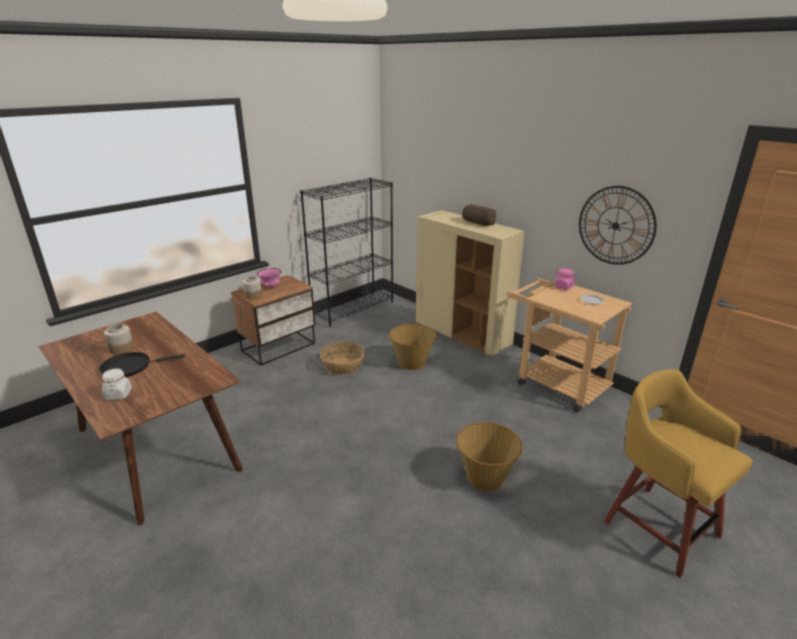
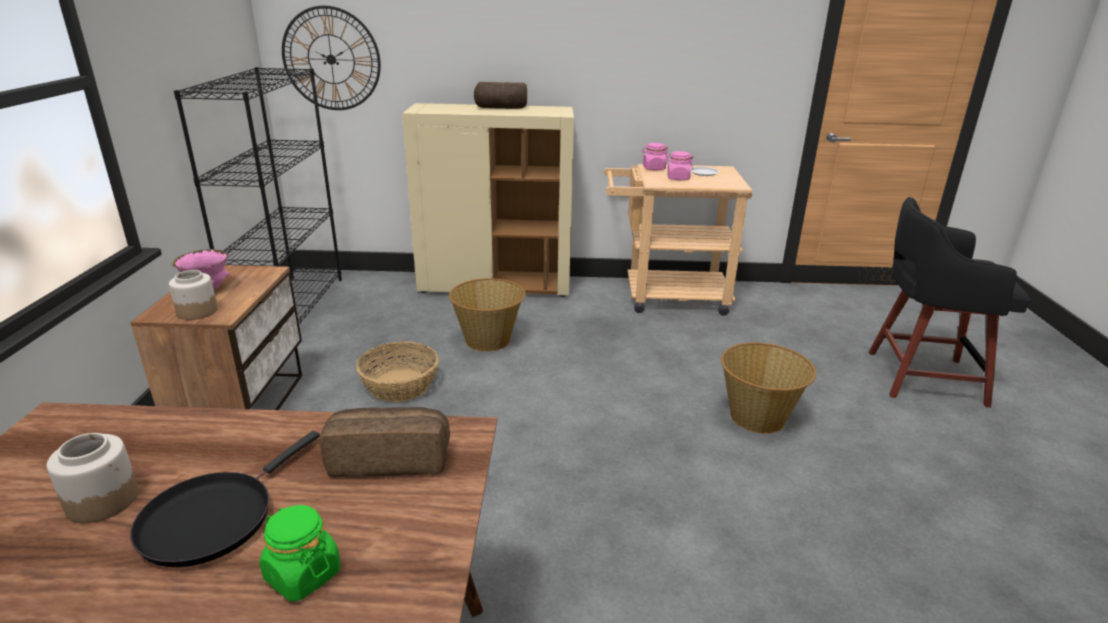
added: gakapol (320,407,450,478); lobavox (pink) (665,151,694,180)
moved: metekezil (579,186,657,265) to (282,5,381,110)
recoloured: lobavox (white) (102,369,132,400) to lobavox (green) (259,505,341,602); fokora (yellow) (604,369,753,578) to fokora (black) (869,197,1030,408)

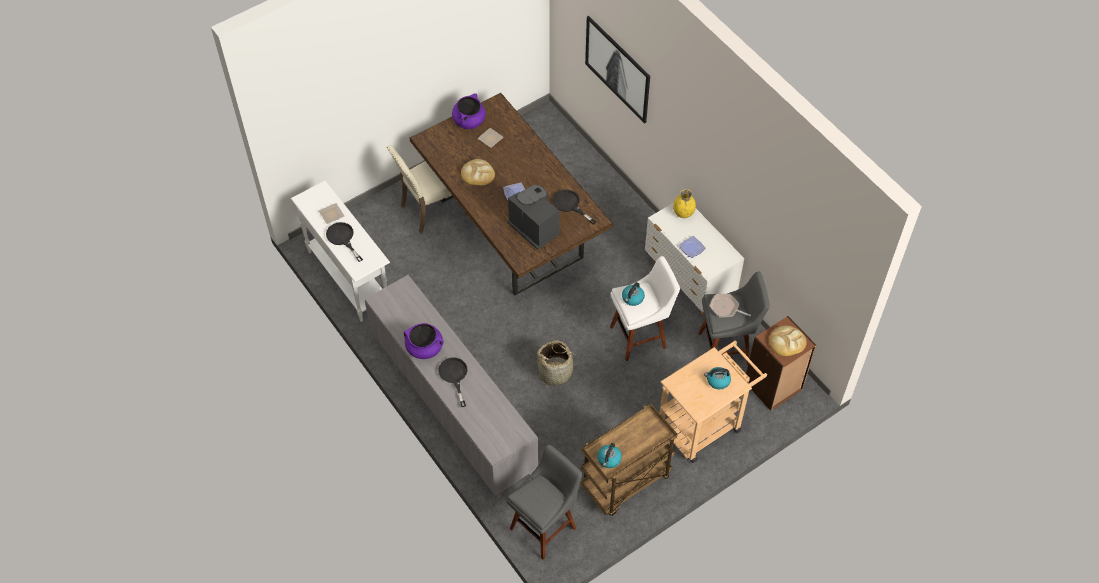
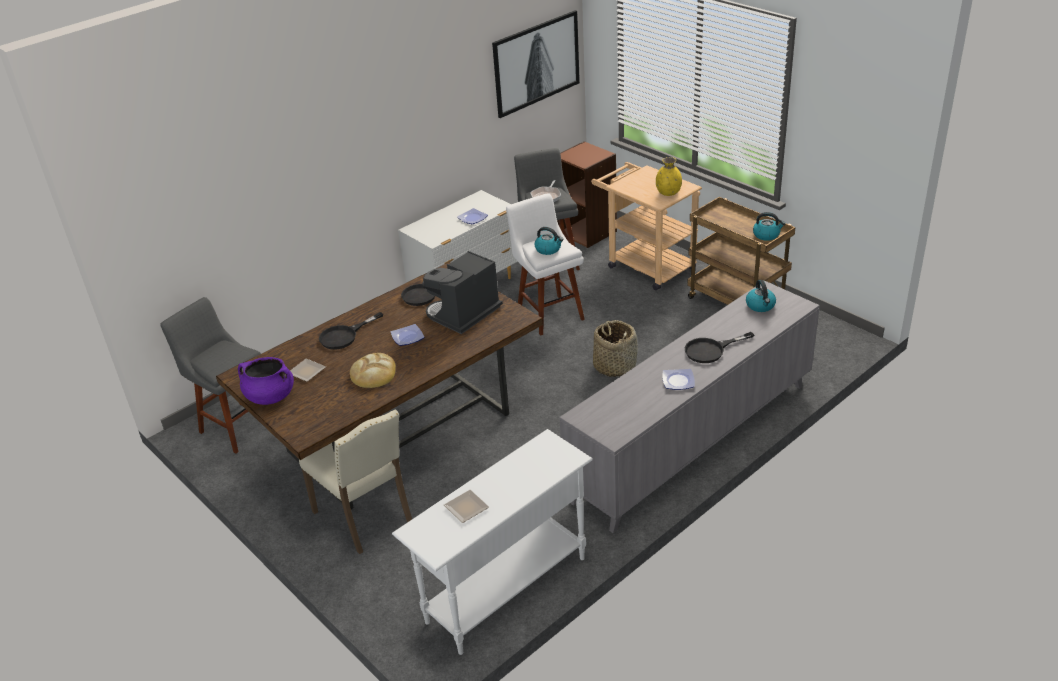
removed: gakapol (769,325,807,356)
moved: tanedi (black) (326,222,363,262) to (319,312,383,350); fokora (grey) (506,445,582,560) to (160,297,261,454); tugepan (585,16,650,124) to (492,10,580,118); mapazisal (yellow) (673,189,696,218) to (656,157,682,196); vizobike (704,367,731,390) to (746,280,776,312)
replaced: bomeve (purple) (404,323,444,359) to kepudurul (662,369,695,390)

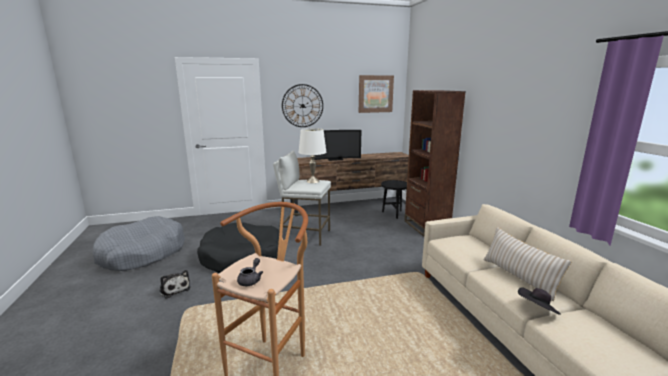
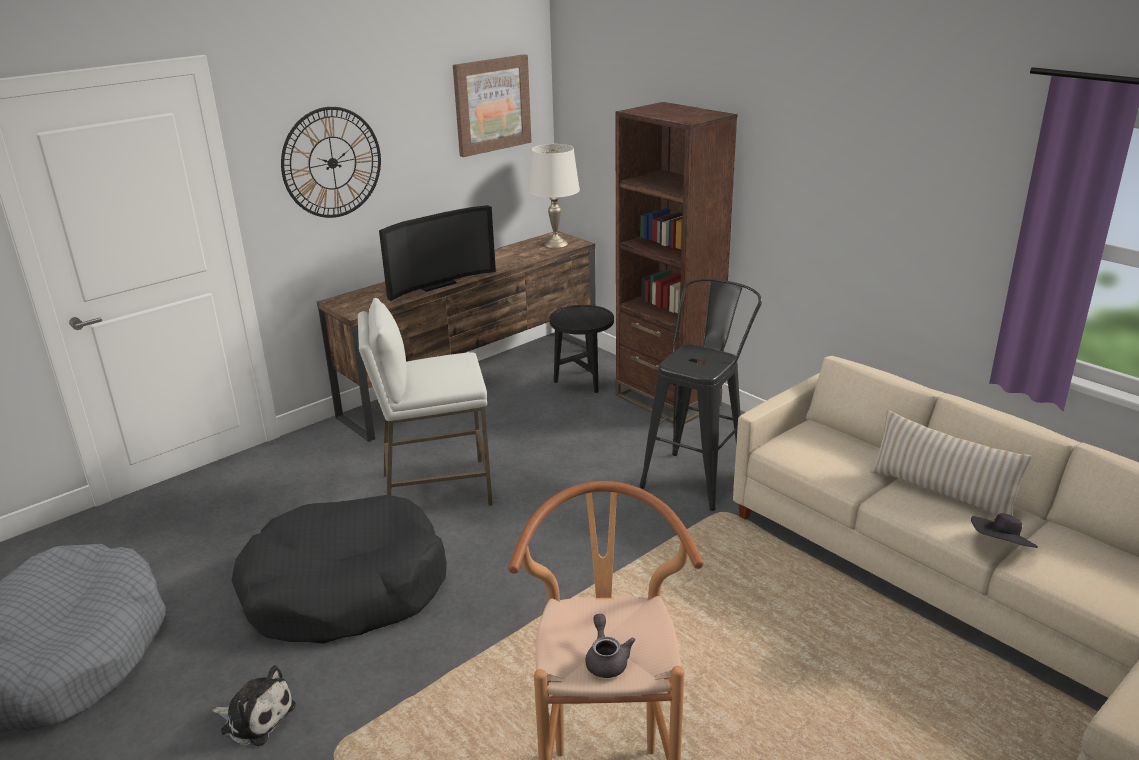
added: fokora (black) (639,279,762,511)
moved: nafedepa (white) (298,128,327,183) to (528,144,580,248)

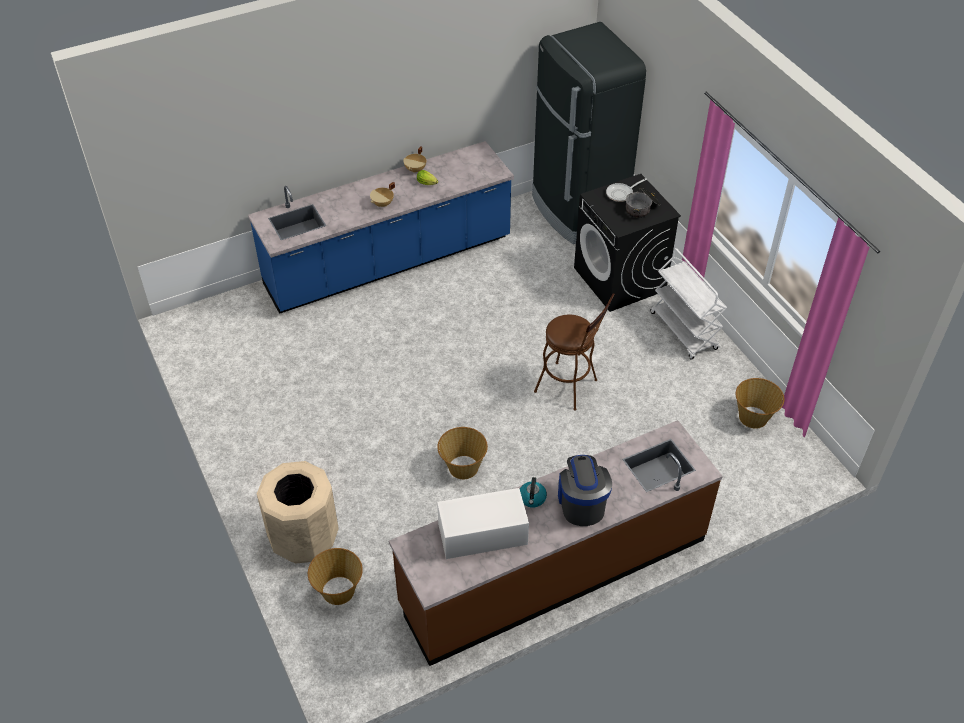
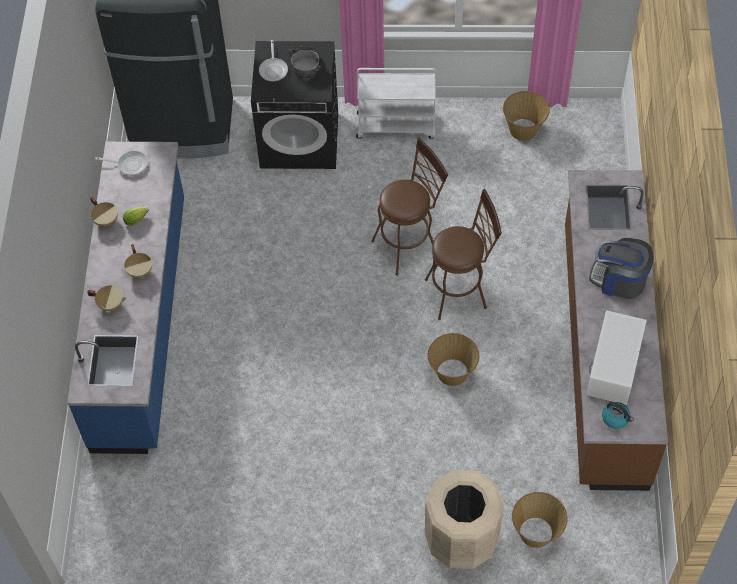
added: bomeve (beige) (87,285,126,311); tanedi (95,151,148,176); fokora (brown) (425,189,502,320)
moved: vizobike (520,477,547,508) to (602,402,634,429)

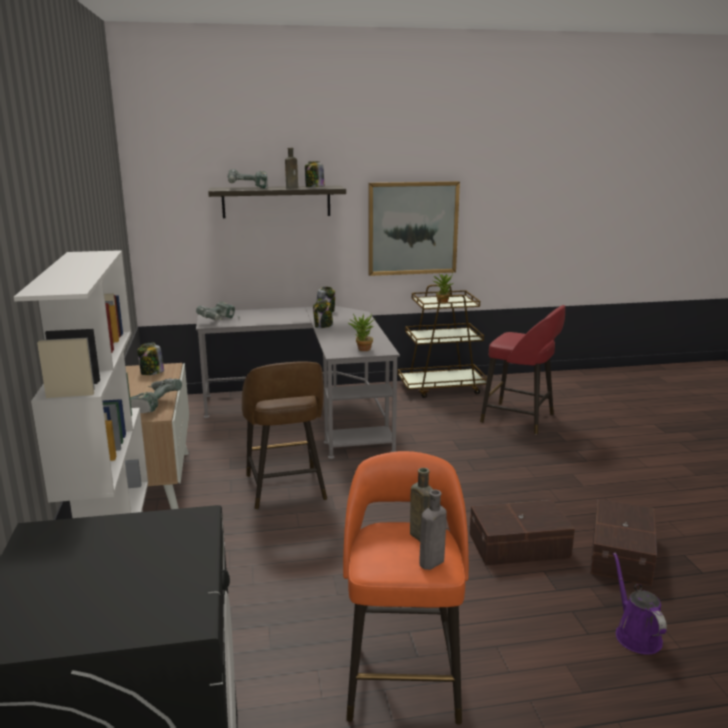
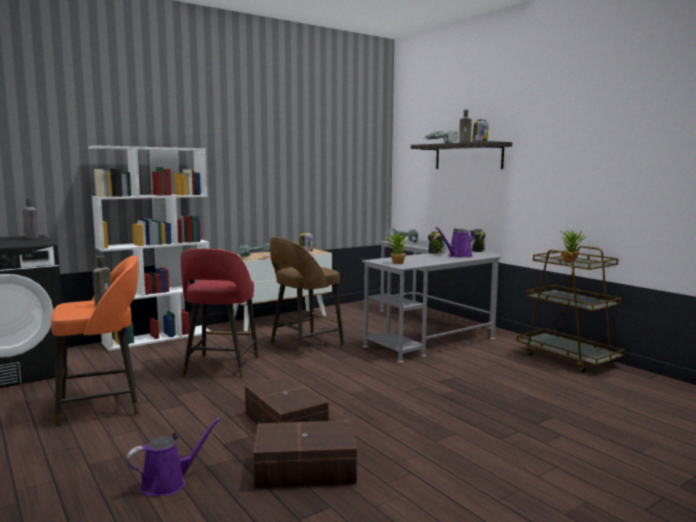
removed: tugepan (368,181,460,276)
added: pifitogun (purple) (435,227,475,258)
moved: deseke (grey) (419,490,447,570) to (22,198,39,239); fokora (red) (480,305,565,434) to (181,248,258,378)

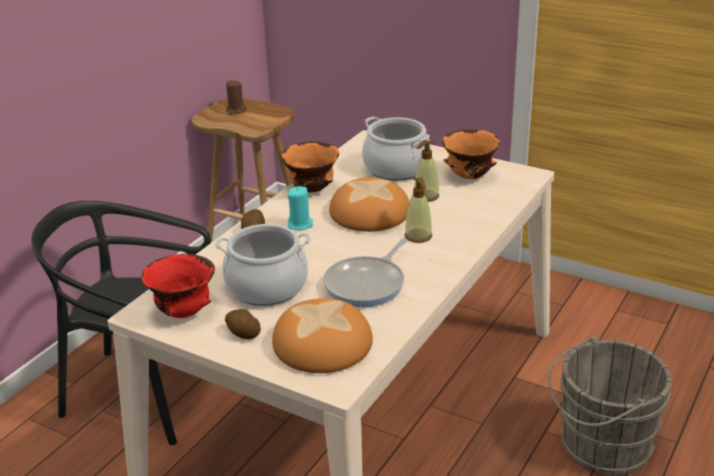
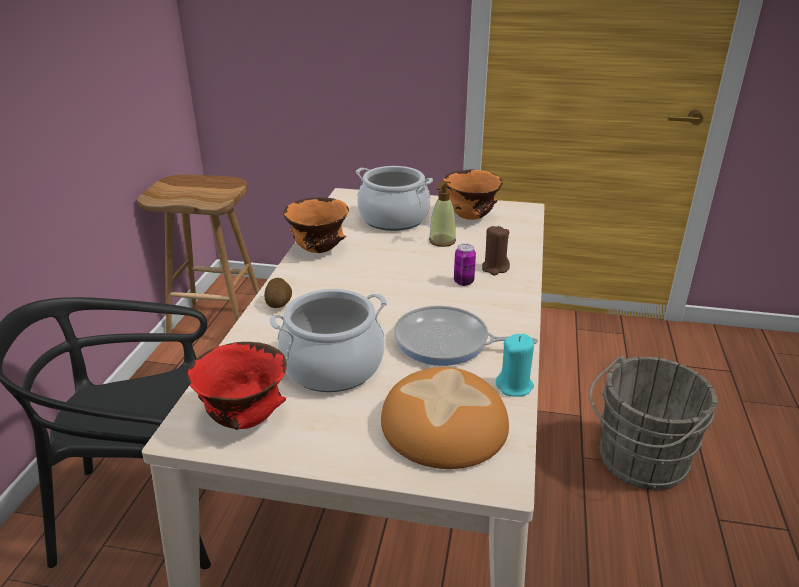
removed: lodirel (225,309,261,339); gakapol (329,177,409,232)
moved: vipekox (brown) (226,80,246,114) to (482,226,510,275); vipekox (turquoise) (287,186,313,230) to (496,334,534,397)
replaced: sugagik (404,177,432,243) to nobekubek (454,244,476,286)
turned: tanedi (323,238,408,307) = (394,306,538,366) 90 degrees clockwise

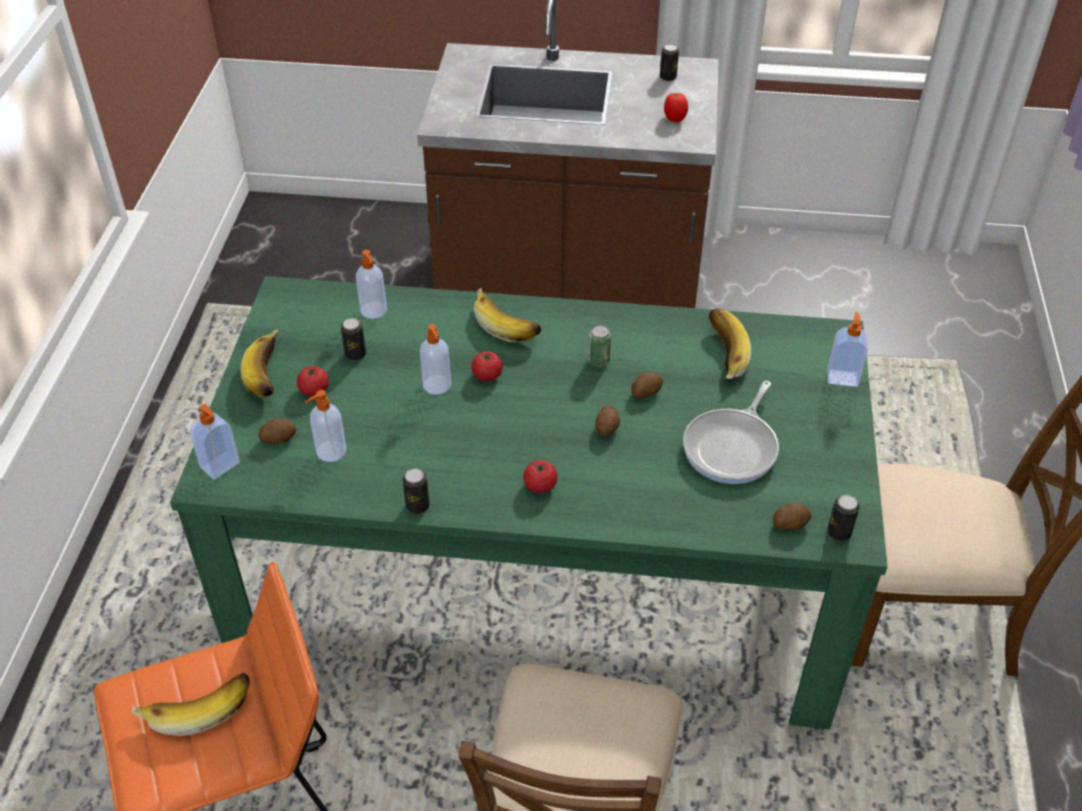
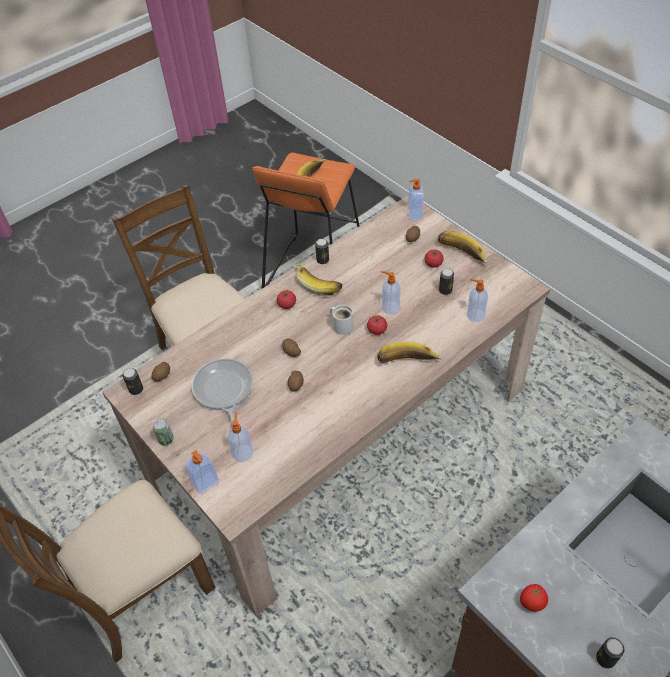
added: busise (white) (330,305,353,335)
moved: sugagik (305,390,346,462) to (228,412,253,462); nobekubek (588,325,611,367) to (153,418,174,446); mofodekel (709,308,751,379) to (296,263,342,296)
recoloured: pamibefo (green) (170,276,888,729) to pamibefo (beige) (102,195,550,616)

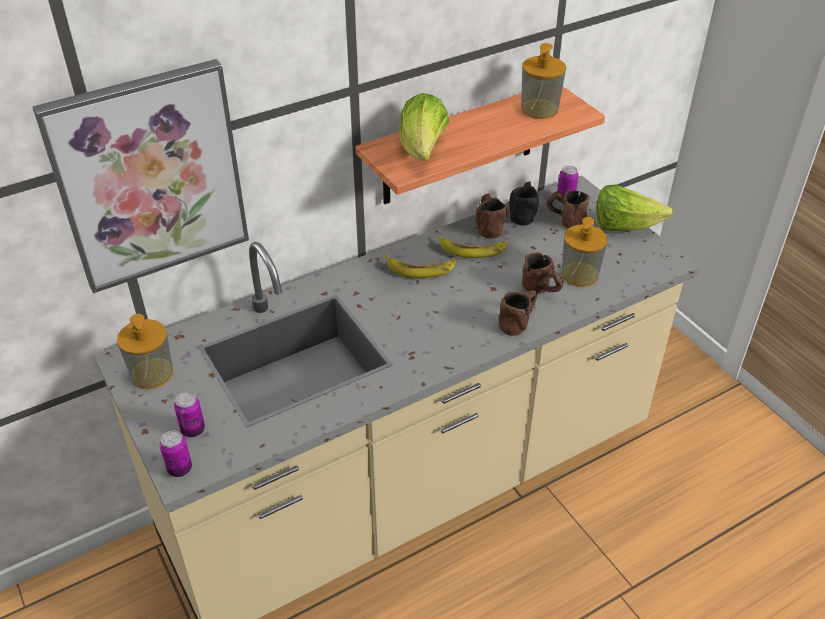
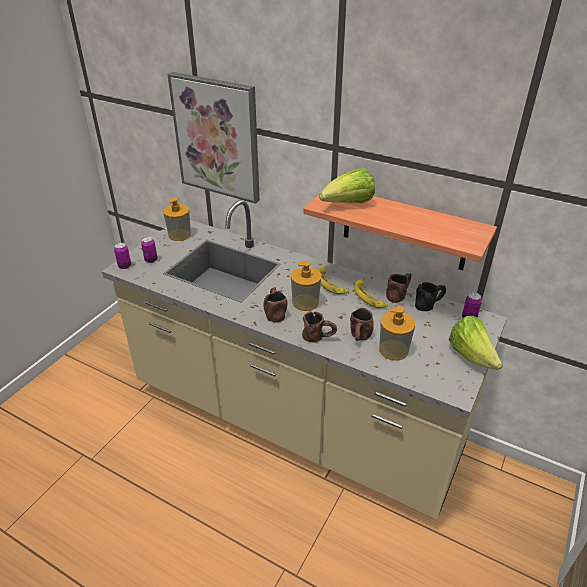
moved: sugagik (521,43,566,119) to (291,261,321,311); busise (brown) (546,190,590,229) to (264,287,288,322)

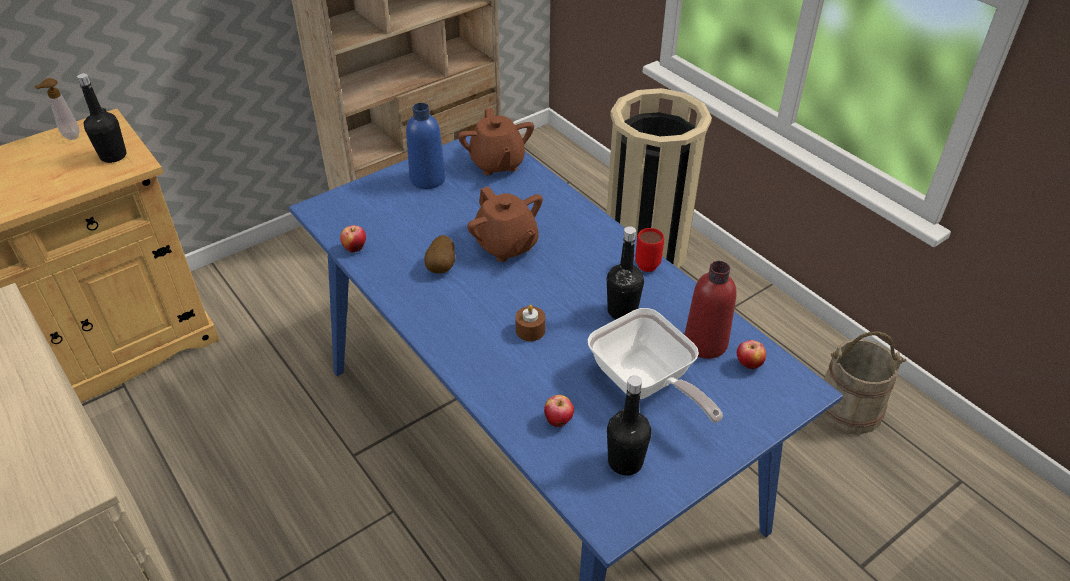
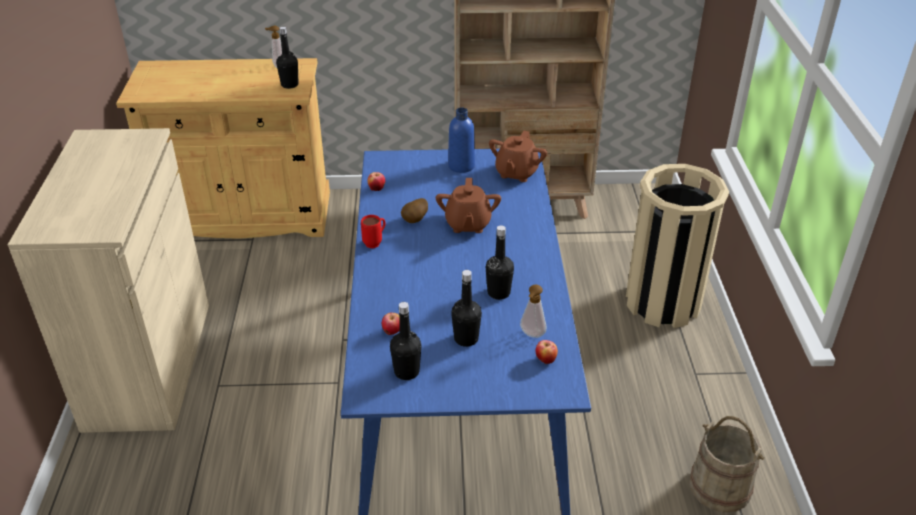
removed: vipekox (brown) (515,305,545,341)
moved: busise (red) (635,228,664,272) to (361,215,385,248)
replaced: tanedi (588,308,723,423) to deseke (black) (451,270,482,347); deseke (red) (684,261,737,359) to sugagik (520,284,546,338)

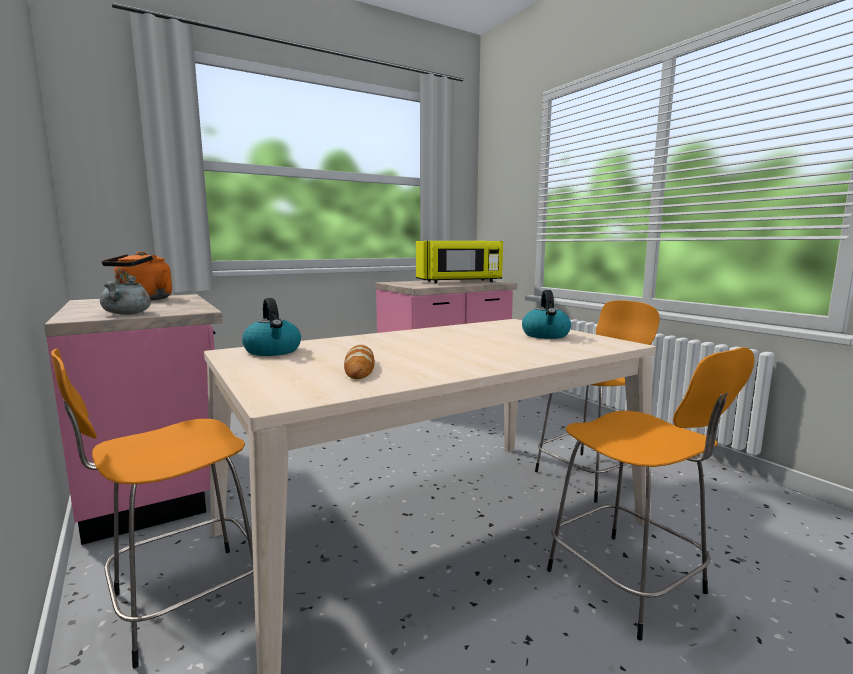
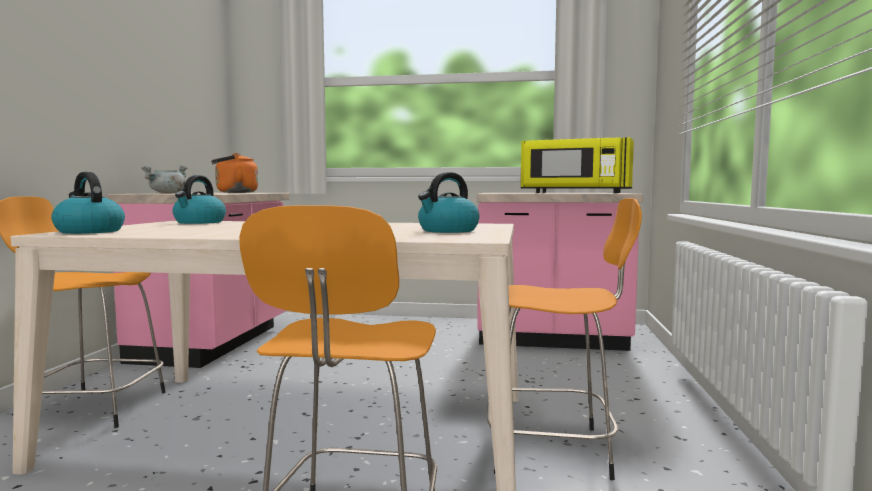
removed: gakapol (344,345,375,379)
added: vizobike (51,172,125,234)

